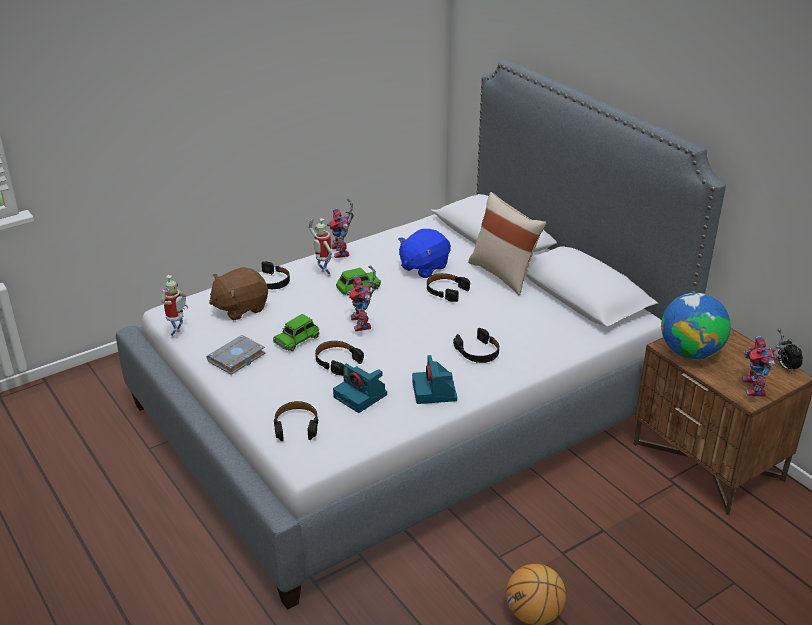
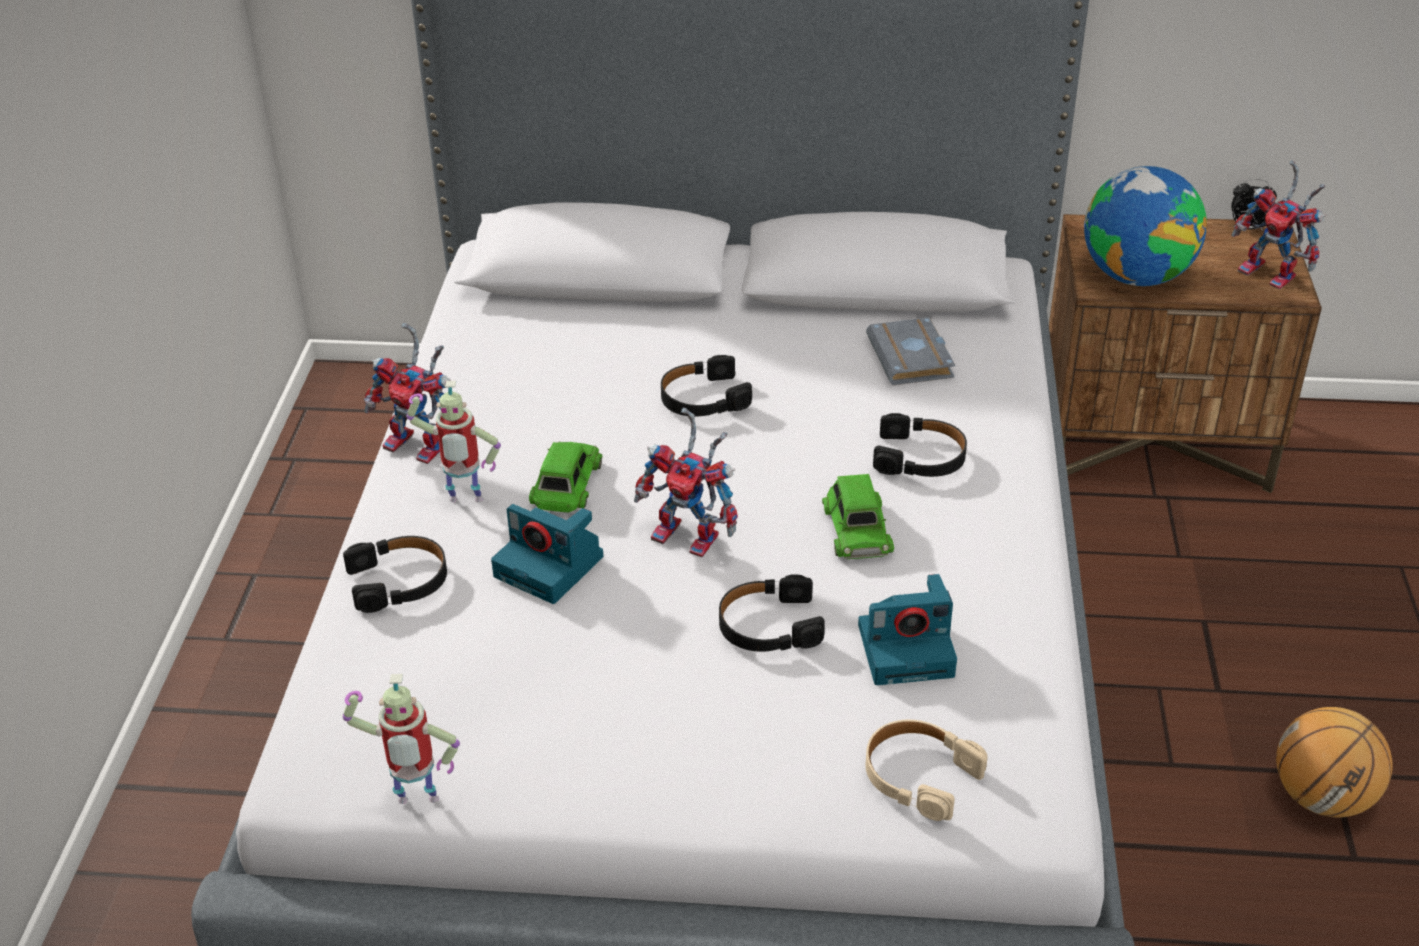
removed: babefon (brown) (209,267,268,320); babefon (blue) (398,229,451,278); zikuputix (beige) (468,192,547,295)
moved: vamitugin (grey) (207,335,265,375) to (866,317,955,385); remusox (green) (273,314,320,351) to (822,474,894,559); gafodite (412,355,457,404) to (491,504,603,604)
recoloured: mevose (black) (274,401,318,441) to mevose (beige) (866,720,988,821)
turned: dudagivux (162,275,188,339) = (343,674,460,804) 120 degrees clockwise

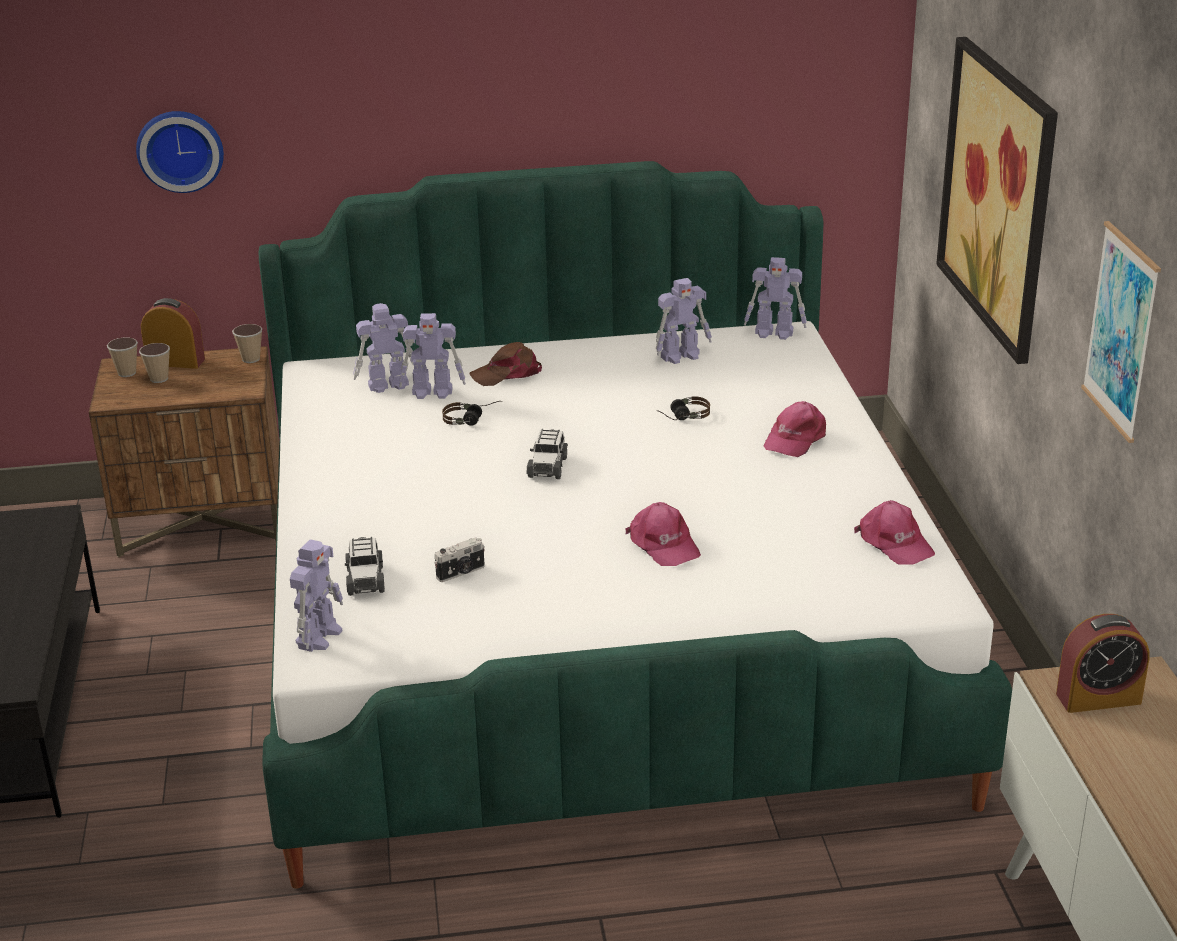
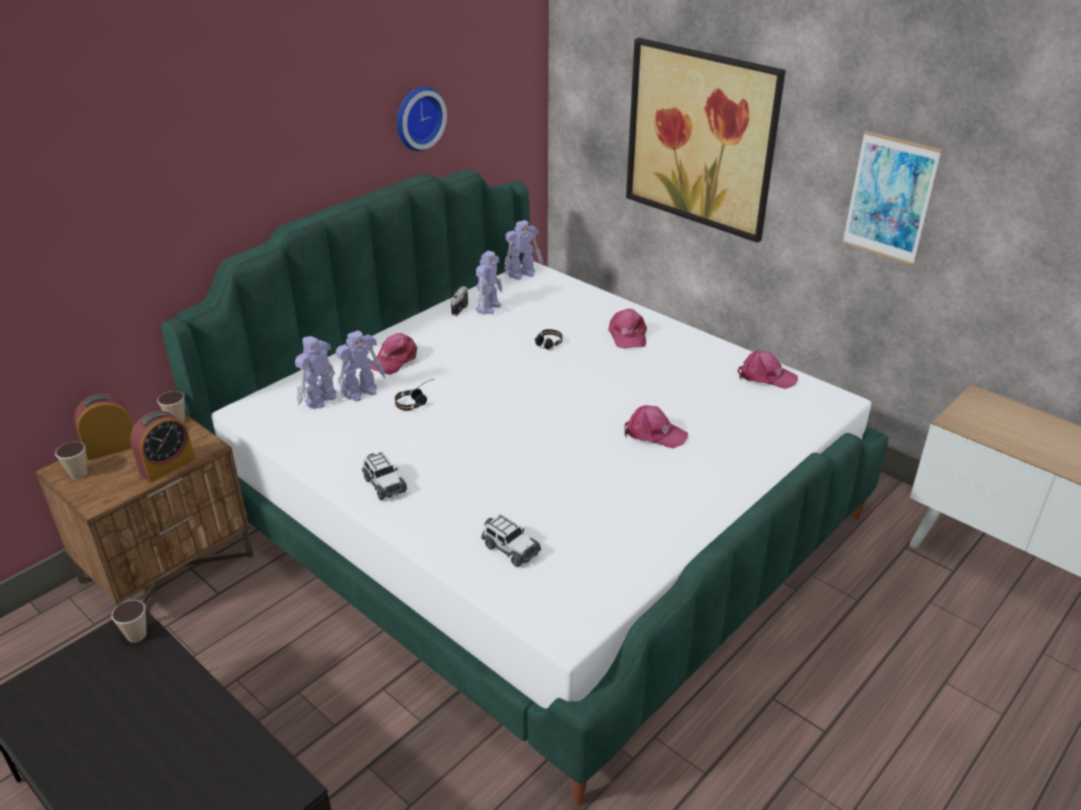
removed: dudagivux (290,539,343,652)
moved: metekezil (136,111,224,193) to (397,87,447,151); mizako (139,343,170,383) to (111,600,147,643); gafodite (434,537,485,582) to (451,286,468,316); remusox (527,429,568,479) to (362,452,407,500); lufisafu (1056,614,1150,713) to (130,411,195,482)
recoloured: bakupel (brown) (470,342,542,386) to bakupel (pink) (371,333,417,375)

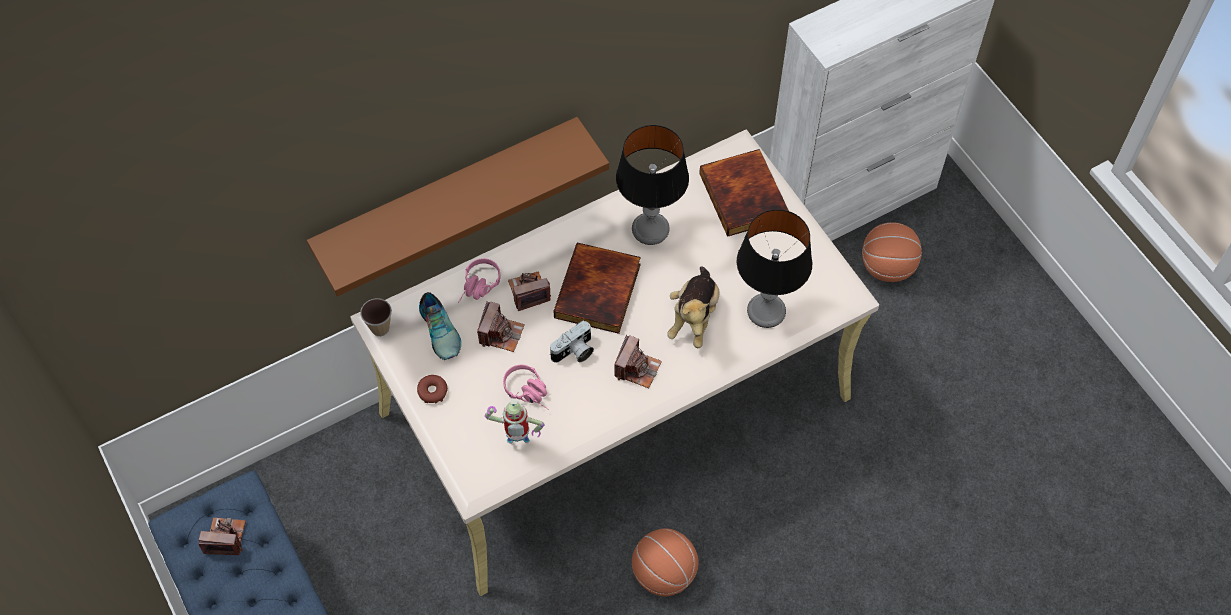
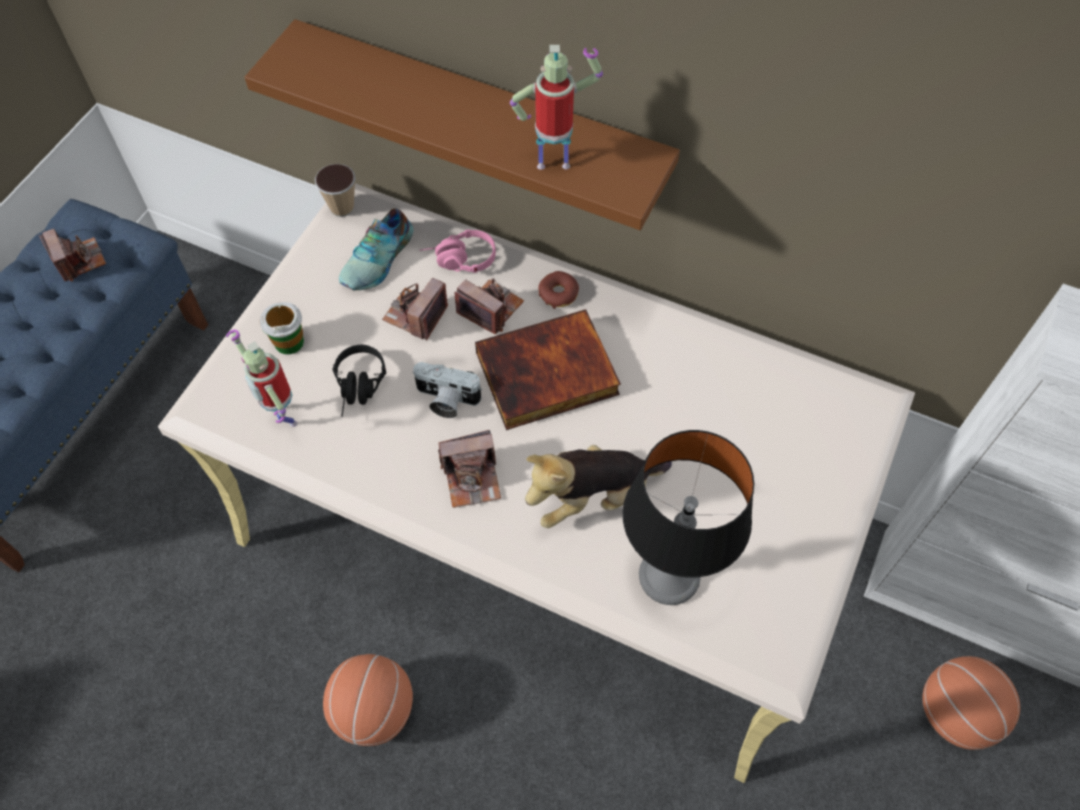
removed: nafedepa (616,125,689,245); vamitugin (699,149,789,236)
added: mizako (260,302,304,355); dudagivux (510,45,603,170)
moved: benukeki (417,375,448,403) to (538,271,579,309)
recoloured: mevose (pink) (503,365,548,409) to mevose (black) (332,345,386,417)
turned: gafodite (477,301,525,352) = (382,278,448,341) 135 degrees clockwise

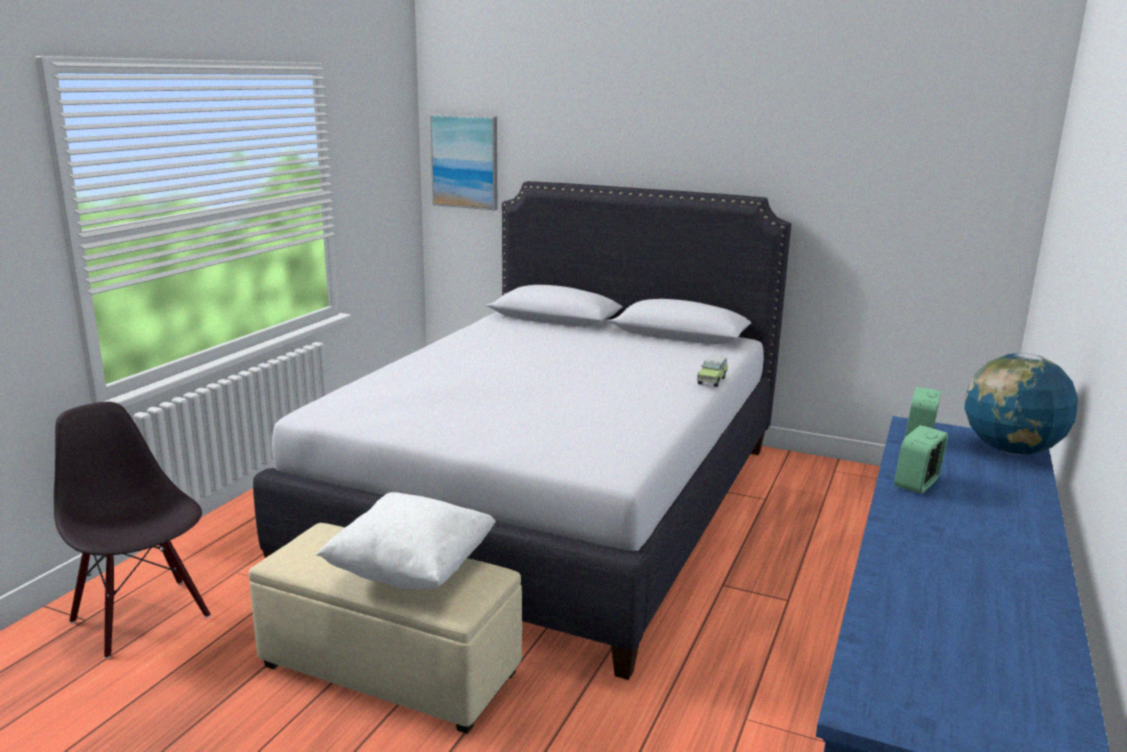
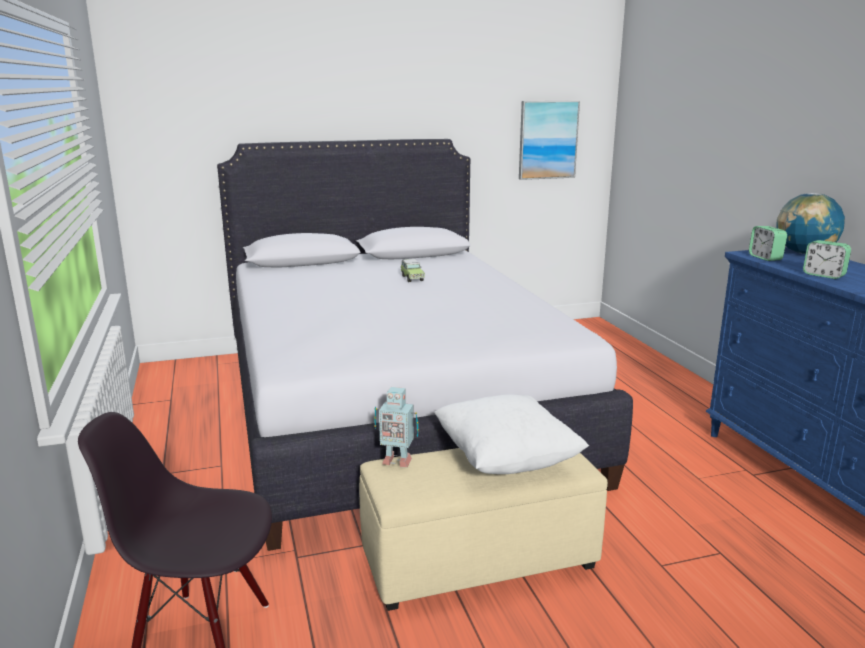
added: dudagivux (374,387,419,467)
moved: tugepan (430,114,498,210) to (519,101,580,180); remusox (697,355,728,387) to (401,259,425,282)
turned: lufisafu (894,425,948,494) = (803,240,851,279) 45 degrees counterclockwise

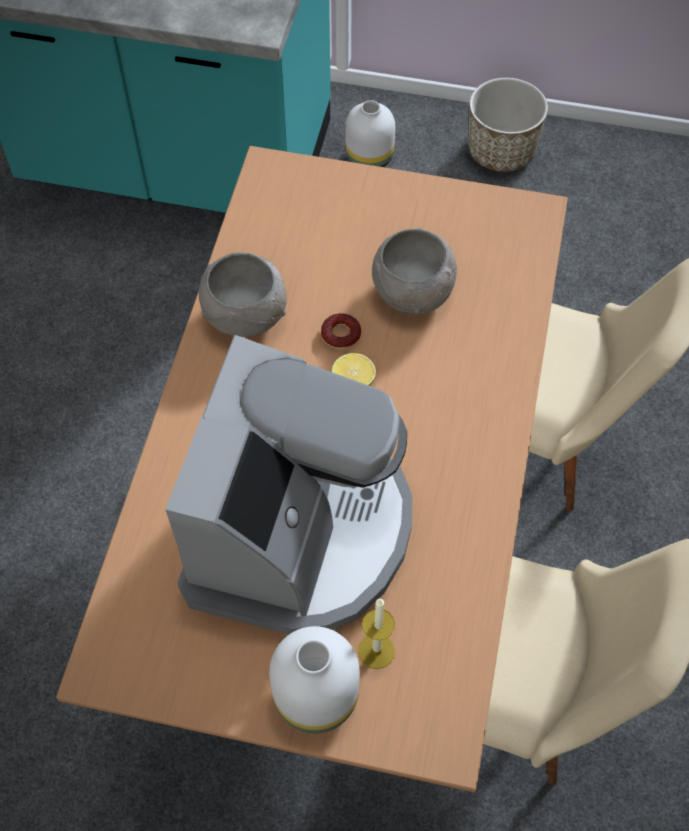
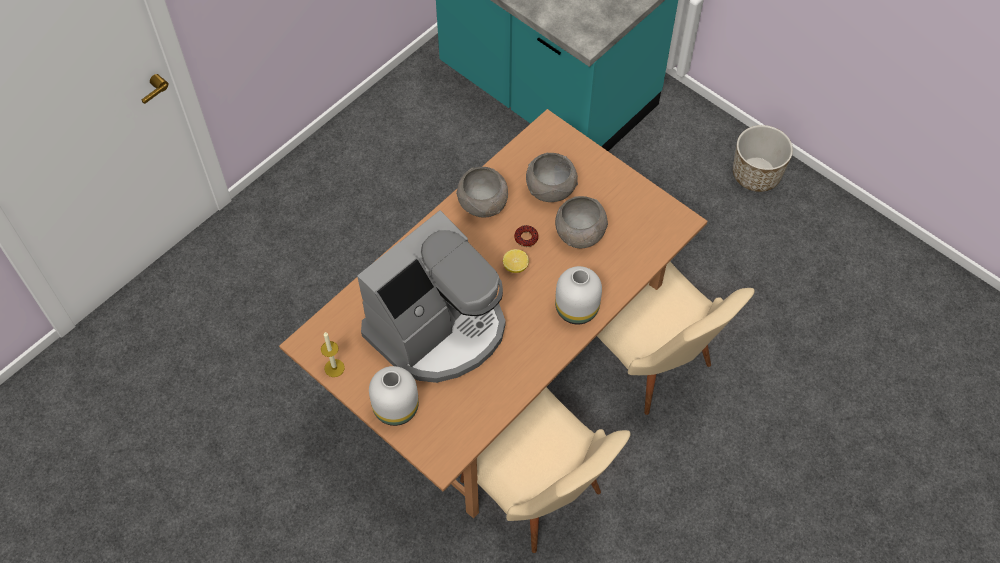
added: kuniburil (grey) (526,153,578,202)
moved: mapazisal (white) (345,100,395,167) to (555,266,602,325); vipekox (358,599,395,669) to (321,332,345,377)

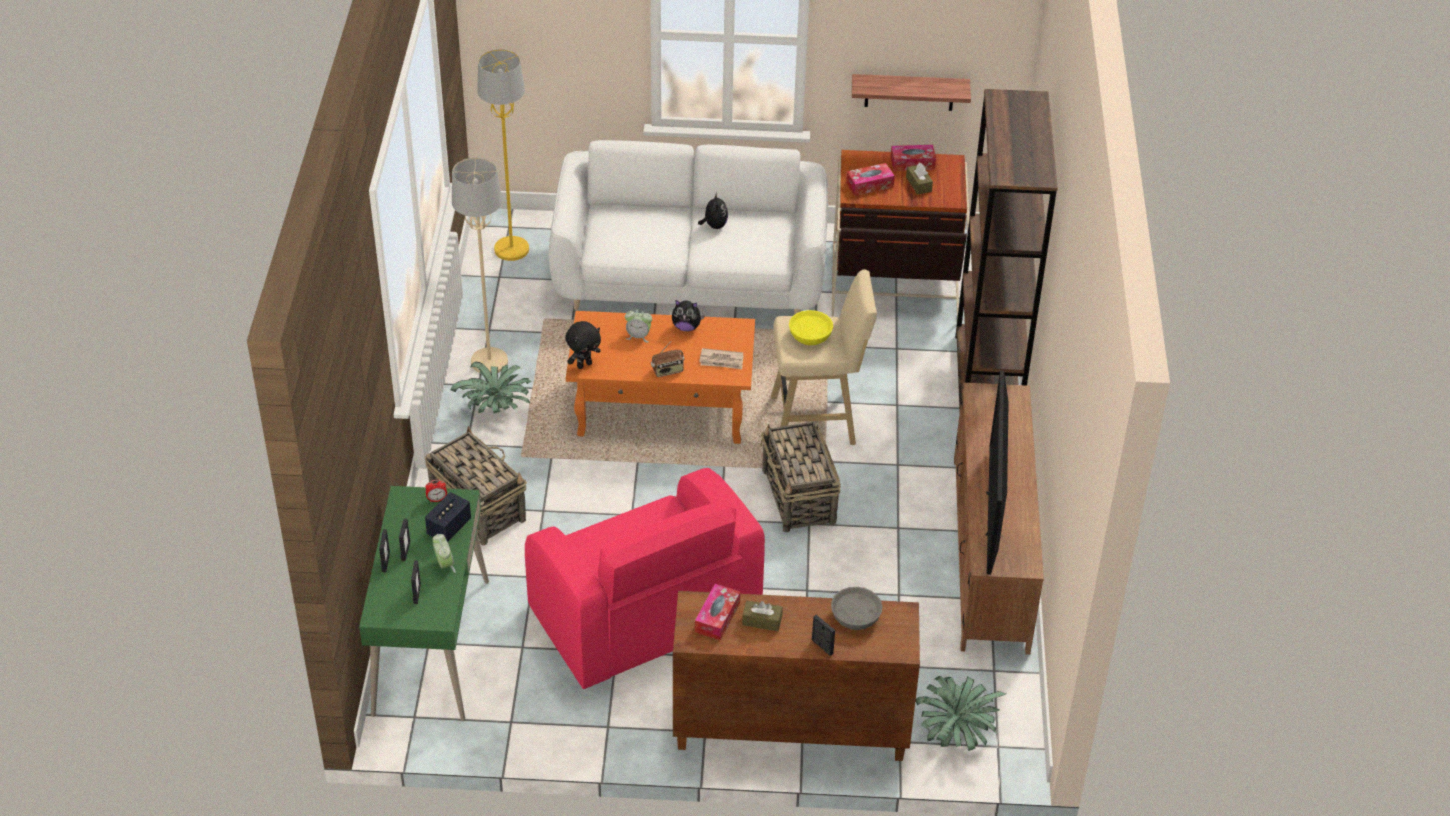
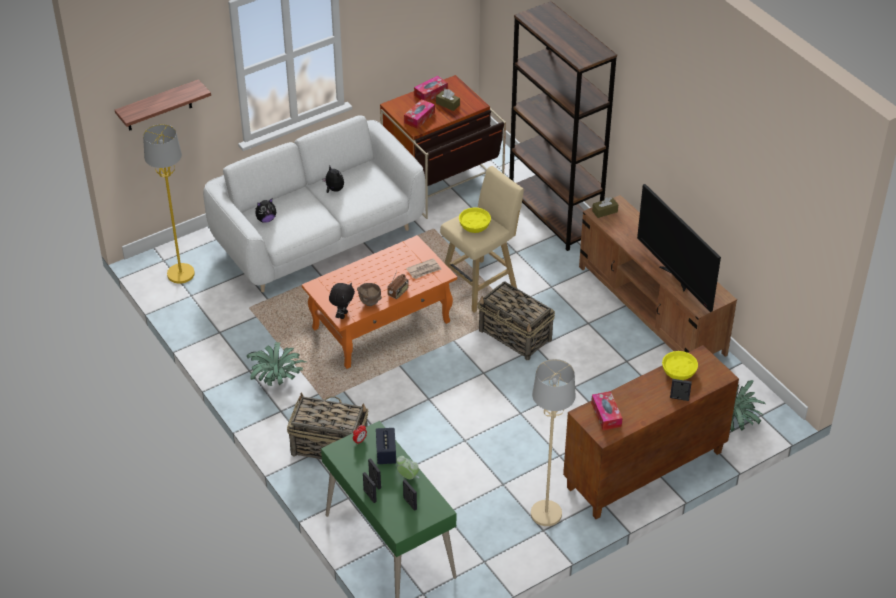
removed: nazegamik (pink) (525,468,765,689); lufisafu (625,309,652,342)
added: kuniburil (brown) (357,283,382,306)
moved: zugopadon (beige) (452,157,508,373) to (531,359,575,526); babefon (672,300,705,331) to (255,199,276,223); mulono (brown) (742,601,783,631) to (592,197,618,218); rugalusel (852,74,971,111) to (115,79,211,131)
recoloured: kuniburil (grey) (831,587,882,630) to kuniburil (yellow) (662,351,698,380)

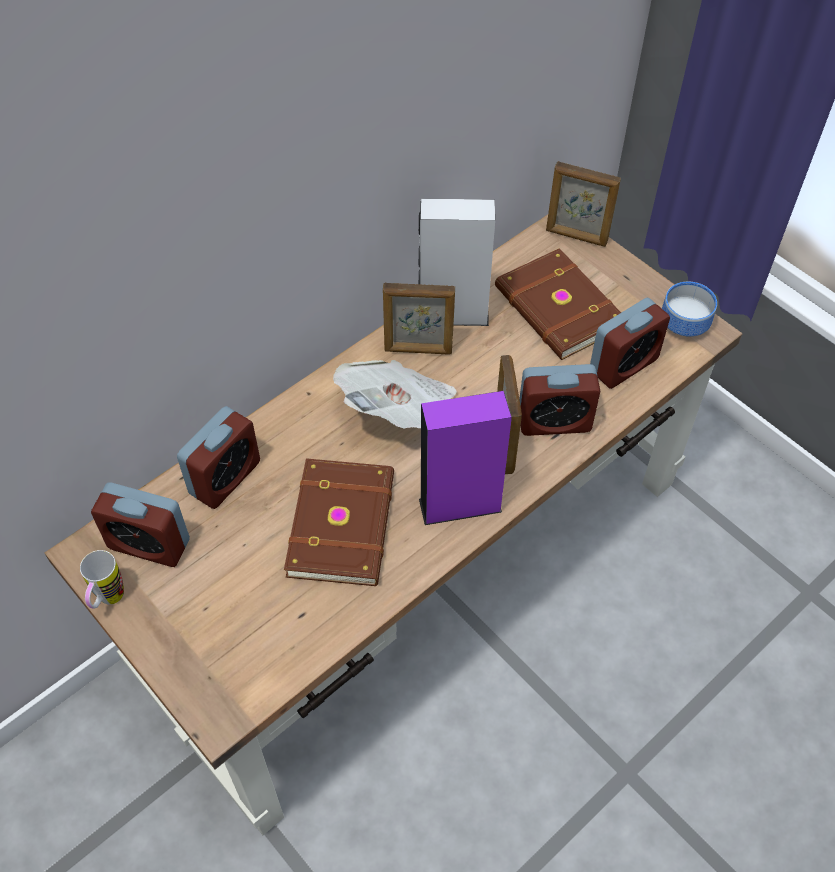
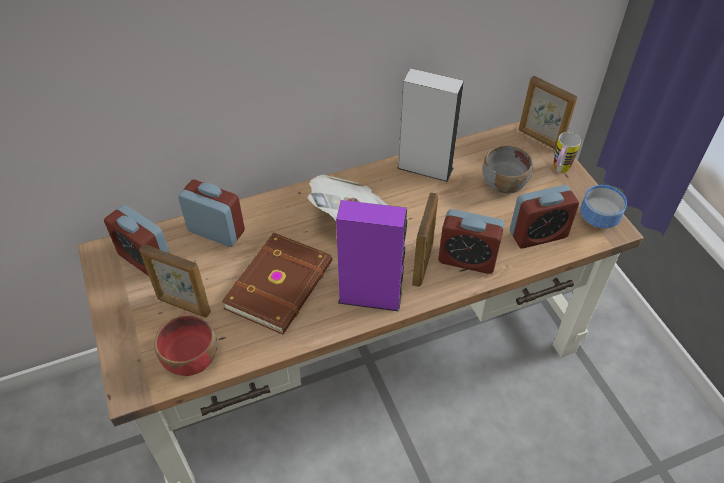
added: kuniburil (red) (154,314,217,376)
moved: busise (80,550,124,608) to (554,132,581,173); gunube (383,283,455,355) to (139,244,211,318)
replaced: vamitugin (brown) (495,248,621,360) to kuniburil (grey) (483,145,533,194)
turned: lufisafu (177,406,260,509) = (178,180,245,247) 120 degrees counterclockwise

